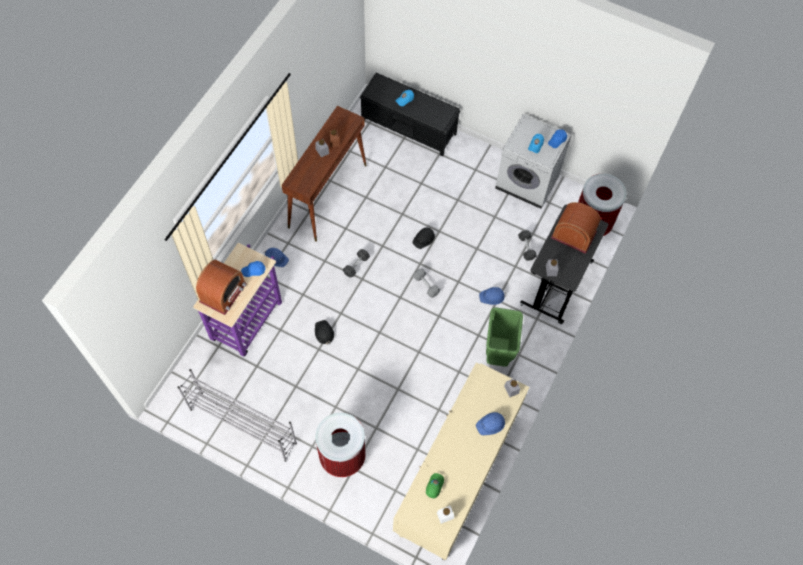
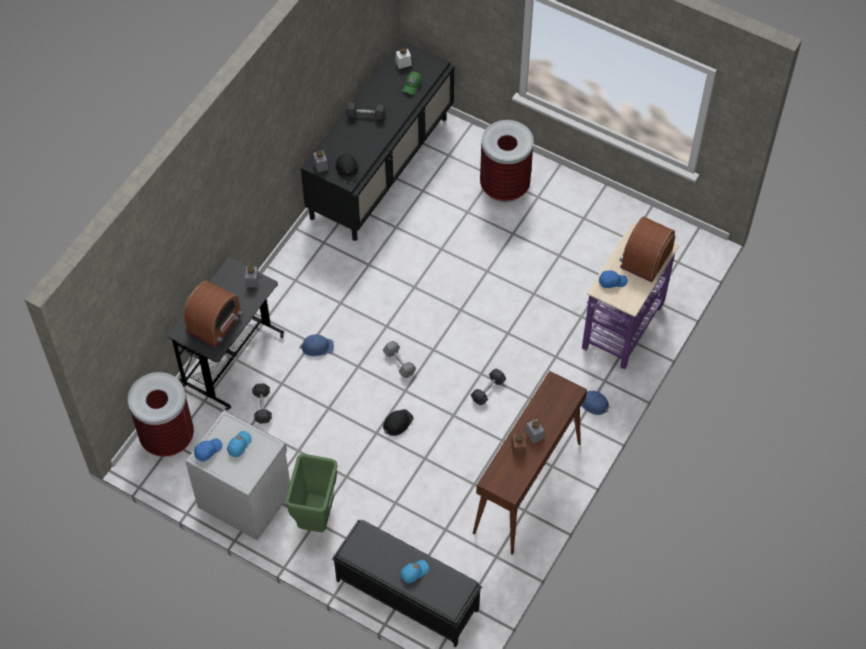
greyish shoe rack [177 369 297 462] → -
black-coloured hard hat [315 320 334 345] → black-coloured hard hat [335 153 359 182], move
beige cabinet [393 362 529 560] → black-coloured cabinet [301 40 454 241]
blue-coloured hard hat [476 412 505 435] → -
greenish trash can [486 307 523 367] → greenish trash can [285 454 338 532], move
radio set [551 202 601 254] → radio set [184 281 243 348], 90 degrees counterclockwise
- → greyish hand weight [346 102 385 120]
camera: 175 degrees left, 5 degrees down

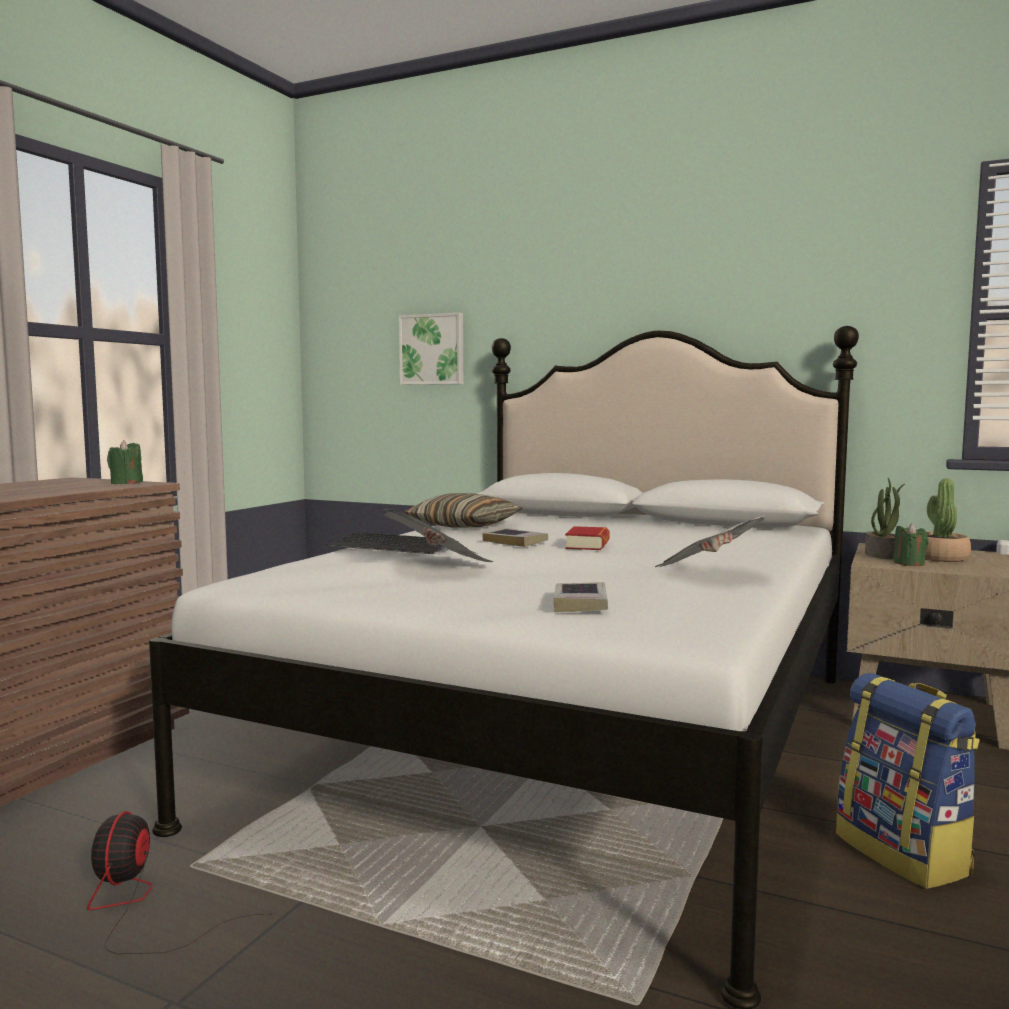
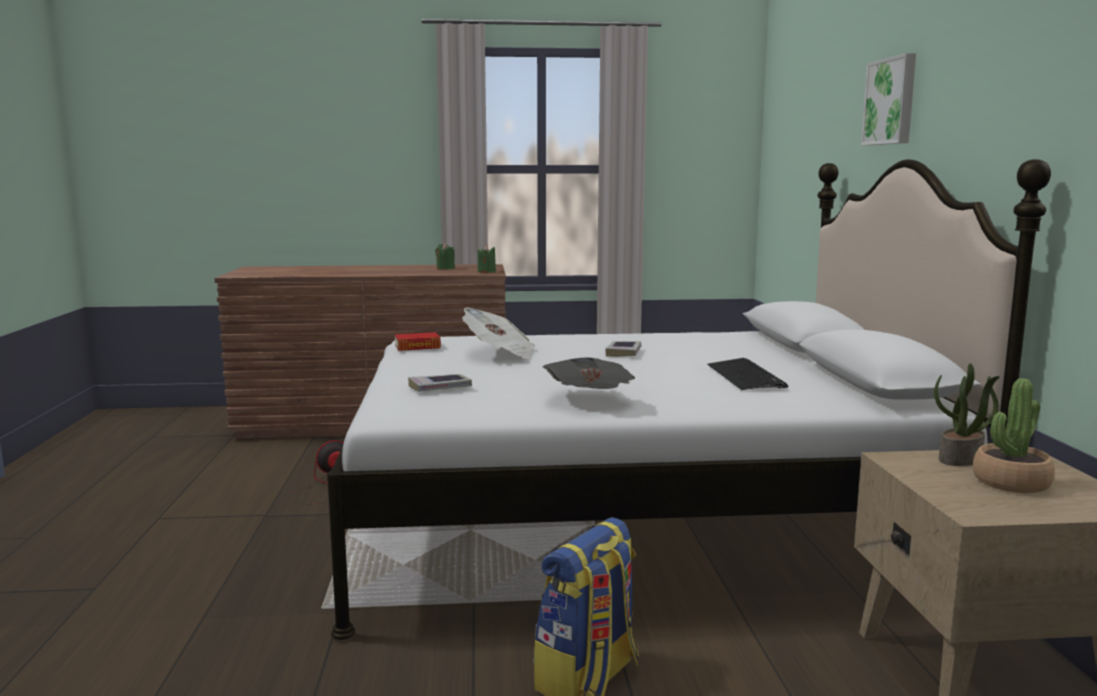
keyboard [327 532 457 554] → keyboard [708 358 788 390], move
wall art [399 313 463 385] → wall art [861 53 916 145], move
throw pillow [405 493 523 528] → -
book [565 526 610 550] → book [395 332 441 351], move
greenish wax candle [893 523 929 566] → greenish wax candle [435 243 455 270], move
camera: 60 degrees right, 5 degrees up

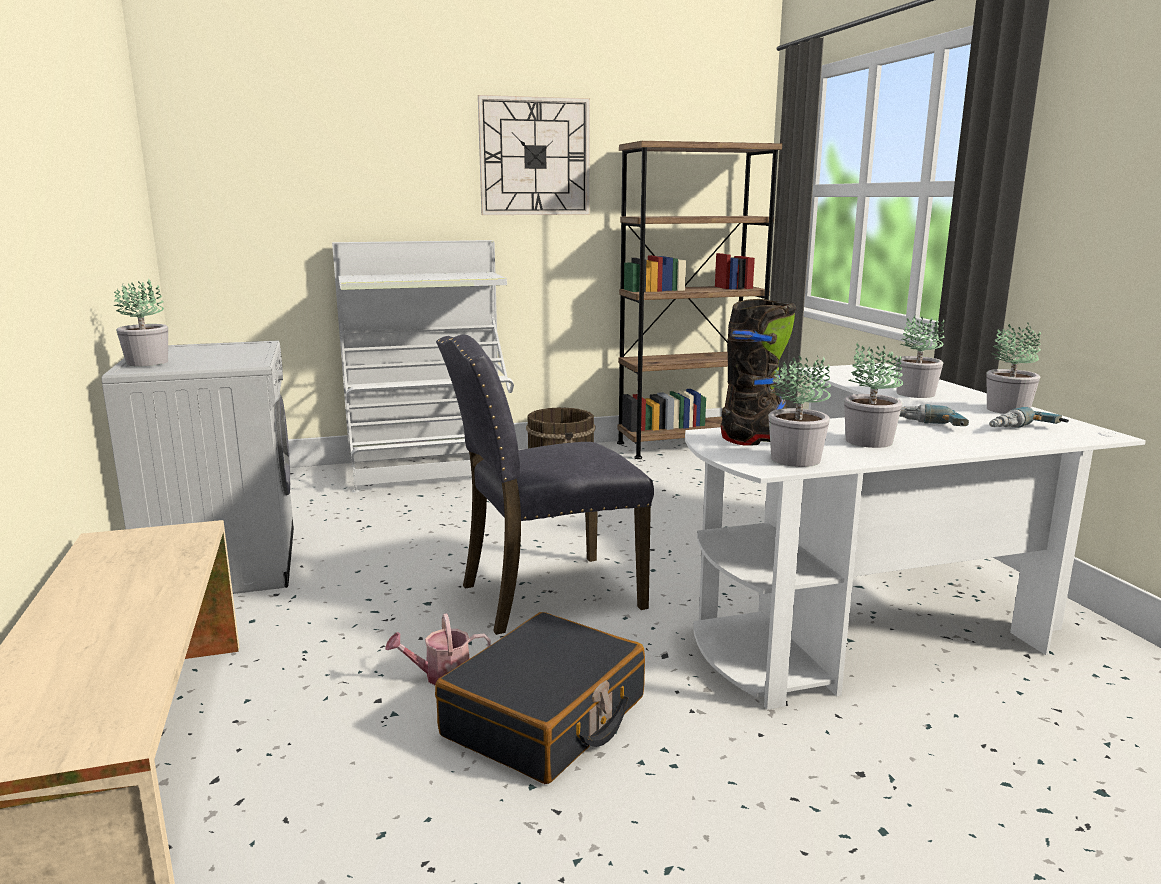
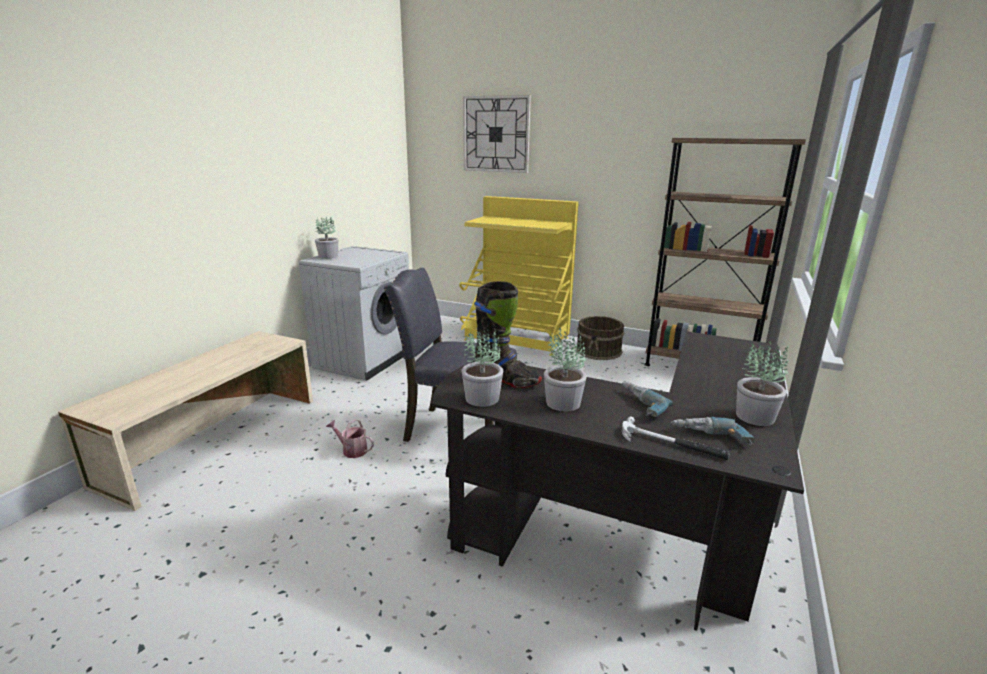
white shoe rack [332 240 514 493] → yellow shoe rack [459 196 579 355]
black-coloured travel case [435 612 645 784] → -
wall clock [478 95 590 215] → wall clock [463 95 531 173], move
white desk unit [685 363 1146 710] → black-coloured desk unit [431 331 804 631]
houseplant [896 315 945 398] → -
- → hammer [622 417 730 460]
camera: 40 degrees right, 5 degrees up

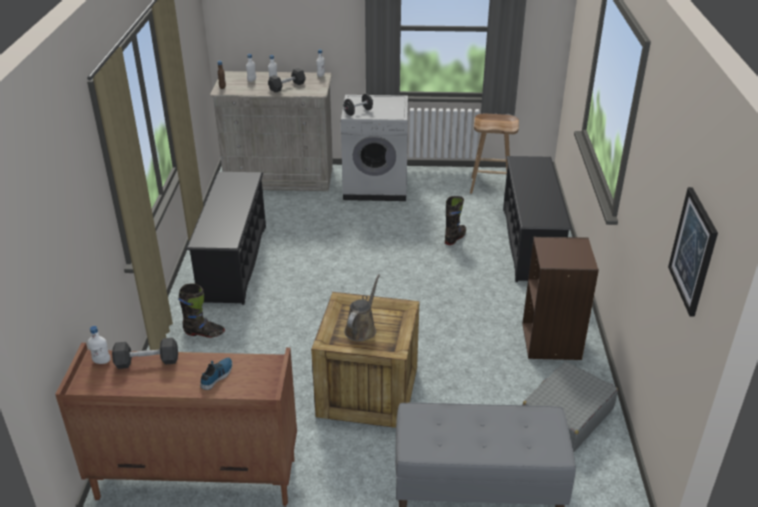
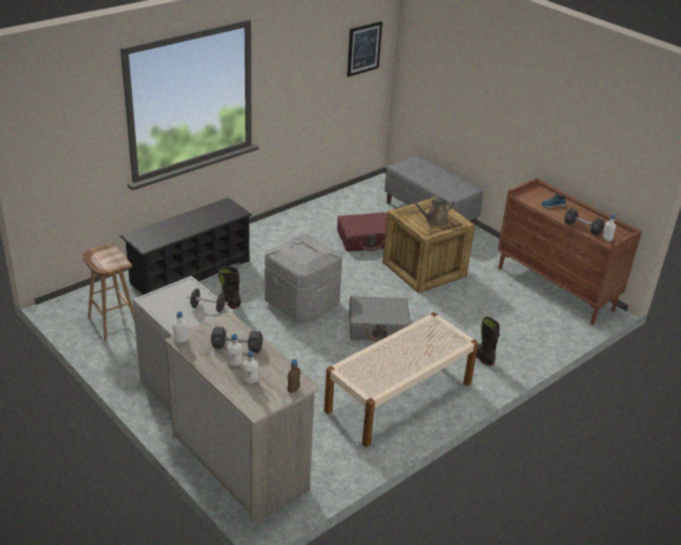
black-coloured shoe rack [186 172 266 305] → beige bench [324 312 479 447]
brown-coloured bookshelf [522 237 599 360] → -
greyish travel case [522 362 618 452] → greyish travel case [349 296 411 342], move
- → greyish storage container [264 233 342 322]
- → red-coloured travel case [337 212 387 251]
camera: 135 degrees left, 0 degrees up

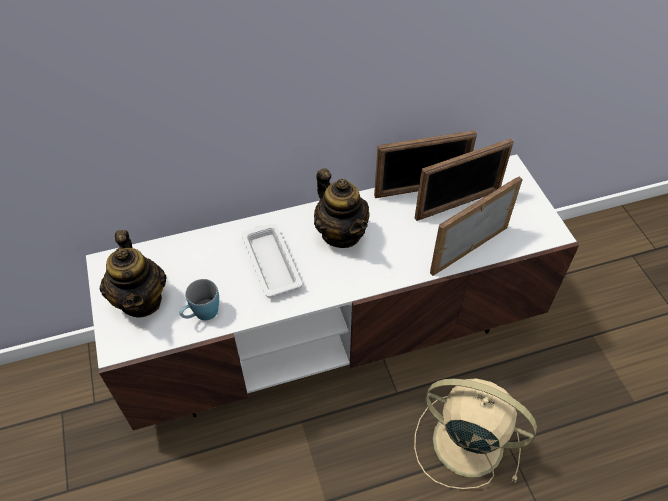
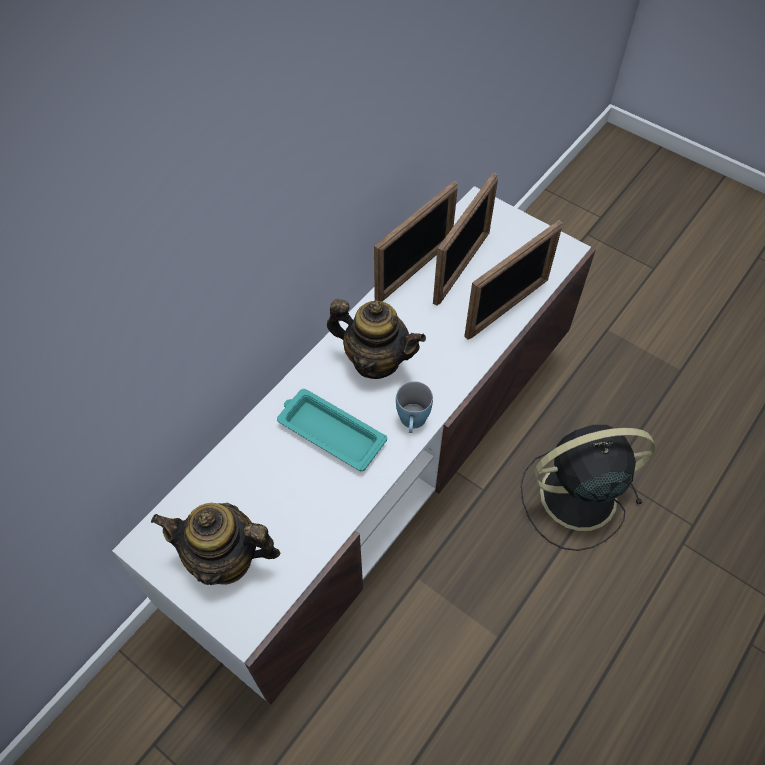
tea pot [100 230 167 318] → tea pot [151 503 280 585], 150 degrees clockwise
blue-coloured tea mug [179 279 219 320] → blue-coloured tea mug [396 381 433 433], move
white tray [242 223 303 298] → turquoise-coloured tray [277 389 387 471]
beige electric fan [414 378 537 489] → black-coloured electric fan [521 425 656 551]
picture frame [430 177 523 276] → picture frame [464 220 562 340], 150 degrees counterclockwise
camera: 35 degrees left, 5 degrees up

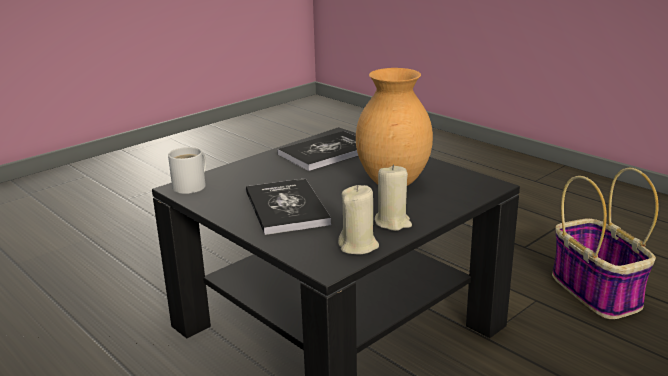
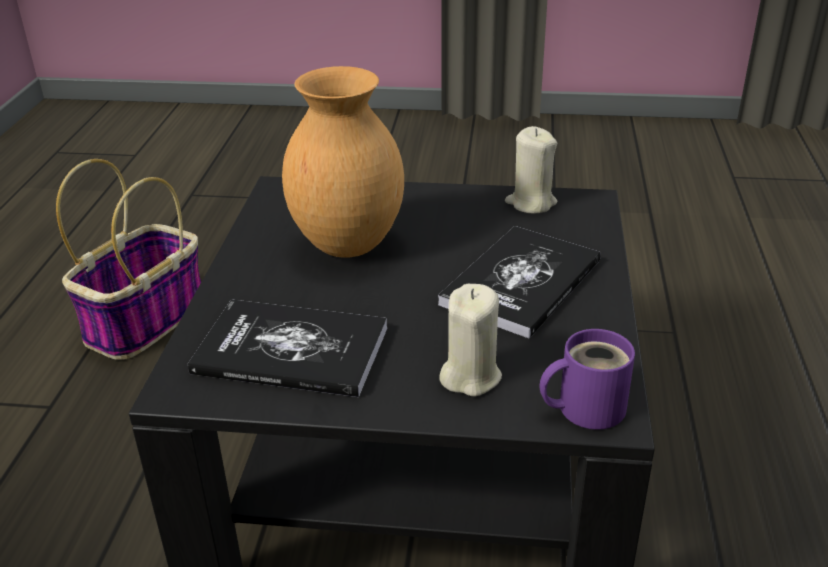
white tea mug [168 147 206 194] → purple tea mug [540 329 635 430]
beige wax candle [375 164 412 231] → beige wax candle [439 284 502 396], move
camera: 130 degrees left, 10 degrees up

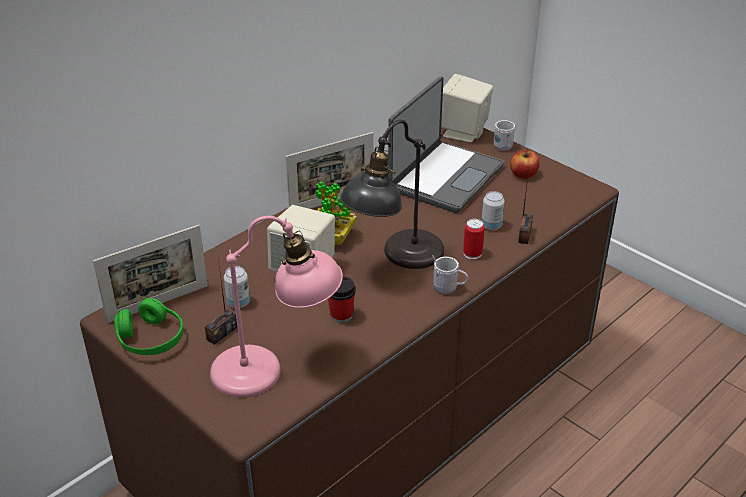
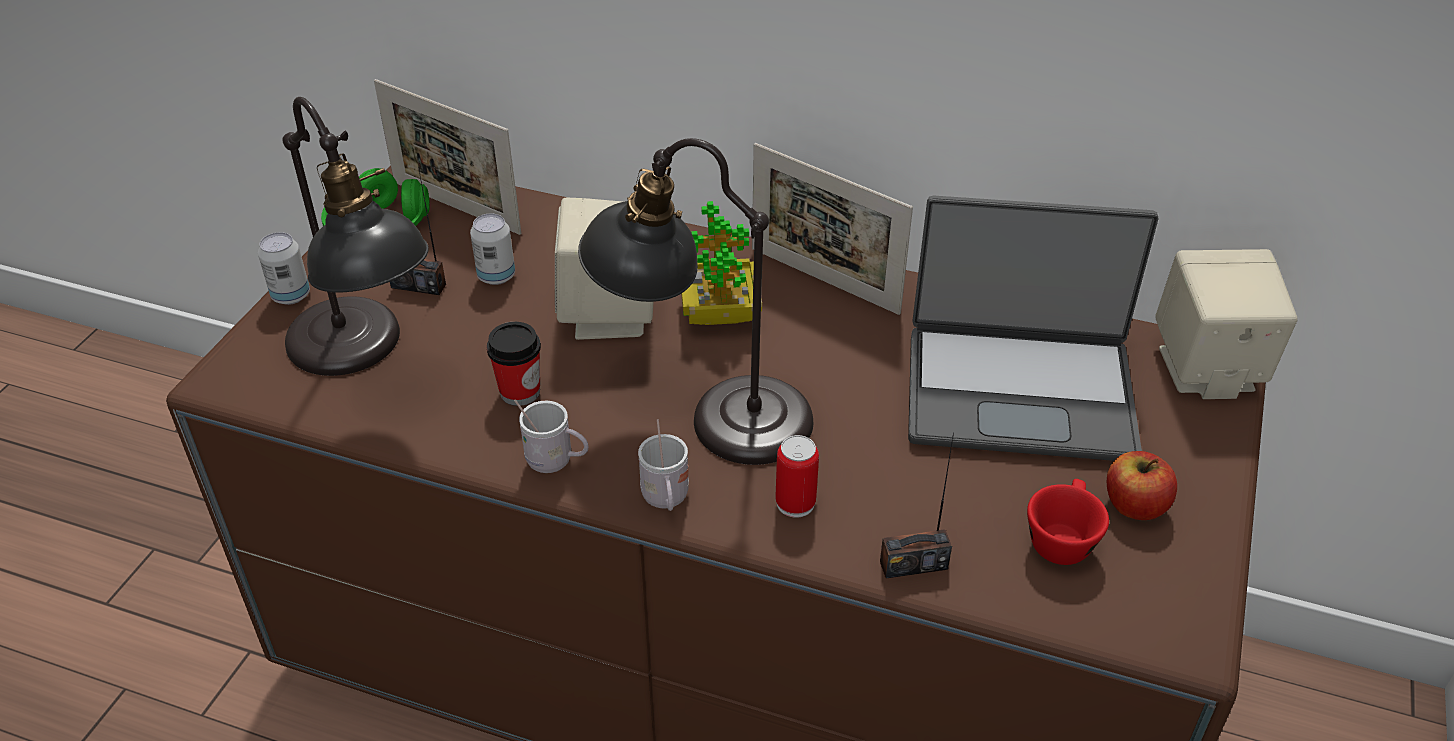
pink-coloured table lamp [210 216 343 398] → greyish table lamp [282 97 429 376]
can [481 191 505 230] → can [258 232 310 305], move
white tea mug [494 120 515 151] → white tea mug [514 399 588 473], move
- → red-coloured cup [1027 479 1109 565]
camera: 65 degrees right, 5 degrees up

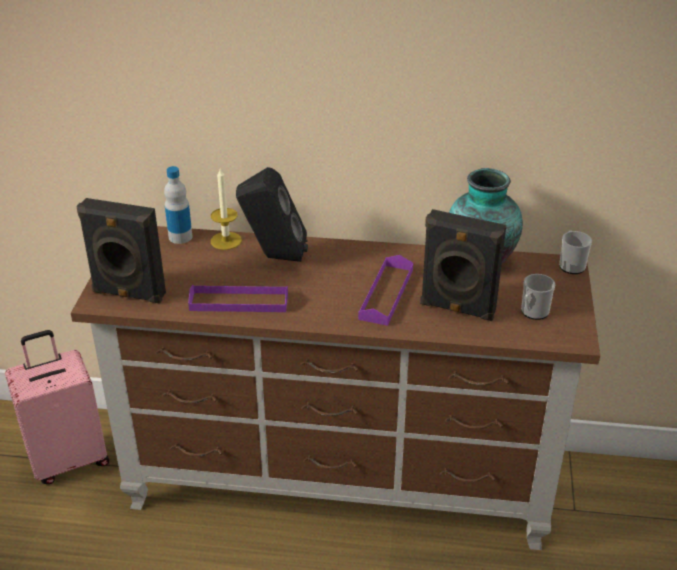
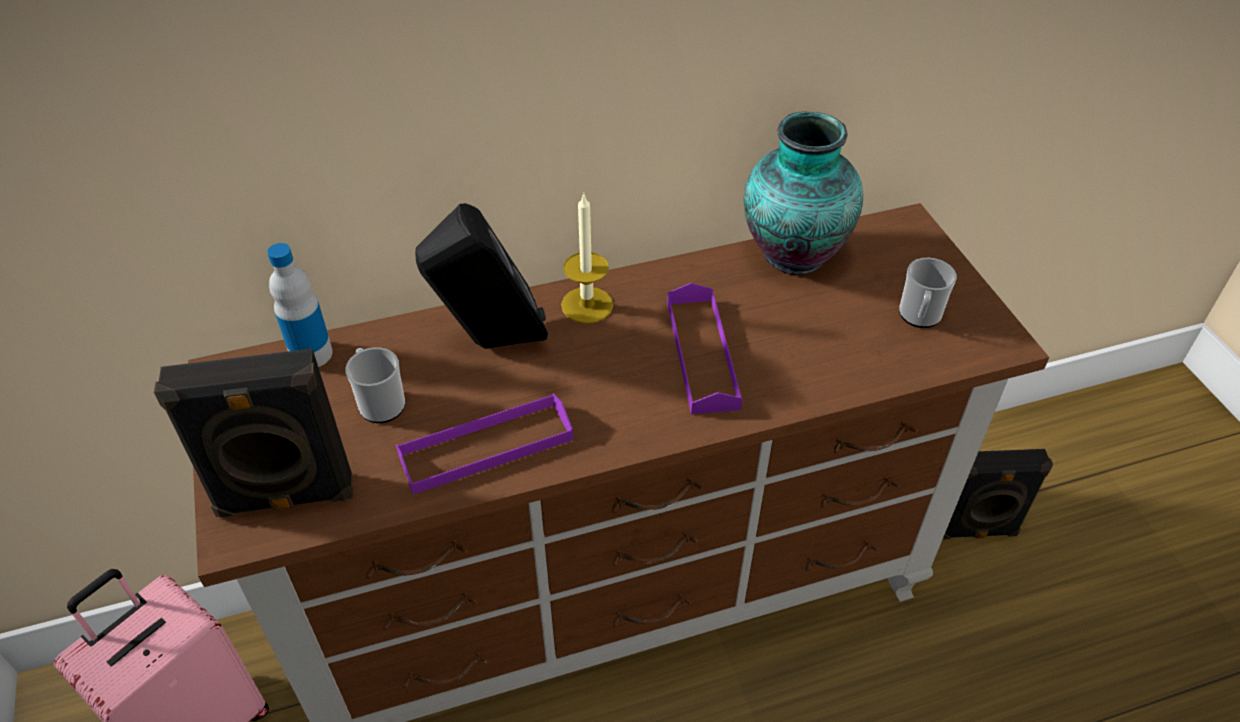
wax candle [211 169 242 250] → wax candle [561 193 613 323], move
black-coloured speaker [420 209 506 321] → black-coloured speaker [943 449 1053 539], move
tea mug [559 231 592 274] → tea mug [345 347 405 423], move
camera: 25 degrees left, 10 degrees up

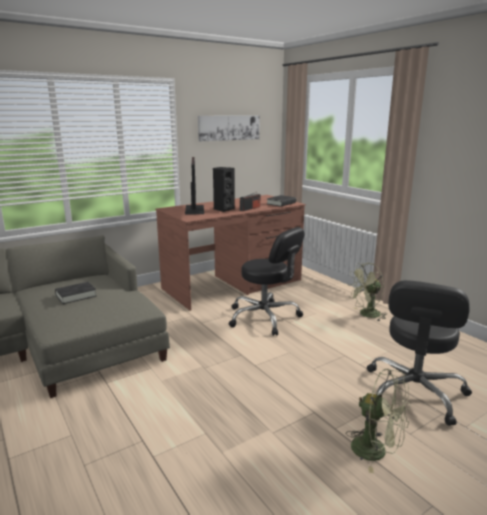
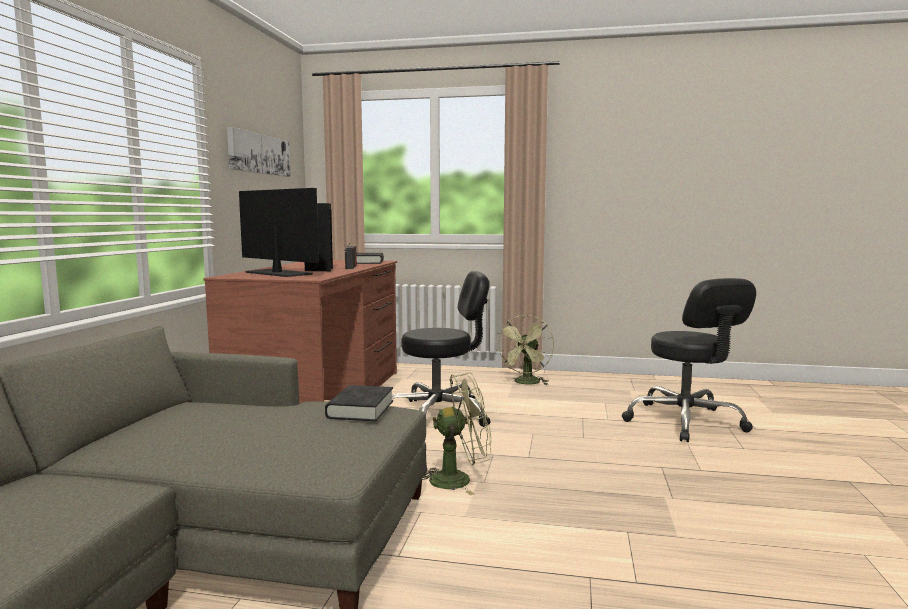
black-coloured book [55 282 97 304] → black-coloured book [325 385 393 421], move
greenish electric fan [345 369 410 473] → greenish electric fan [422 372 492 496], move
camera: 45 degrees left, 10 degrees down

